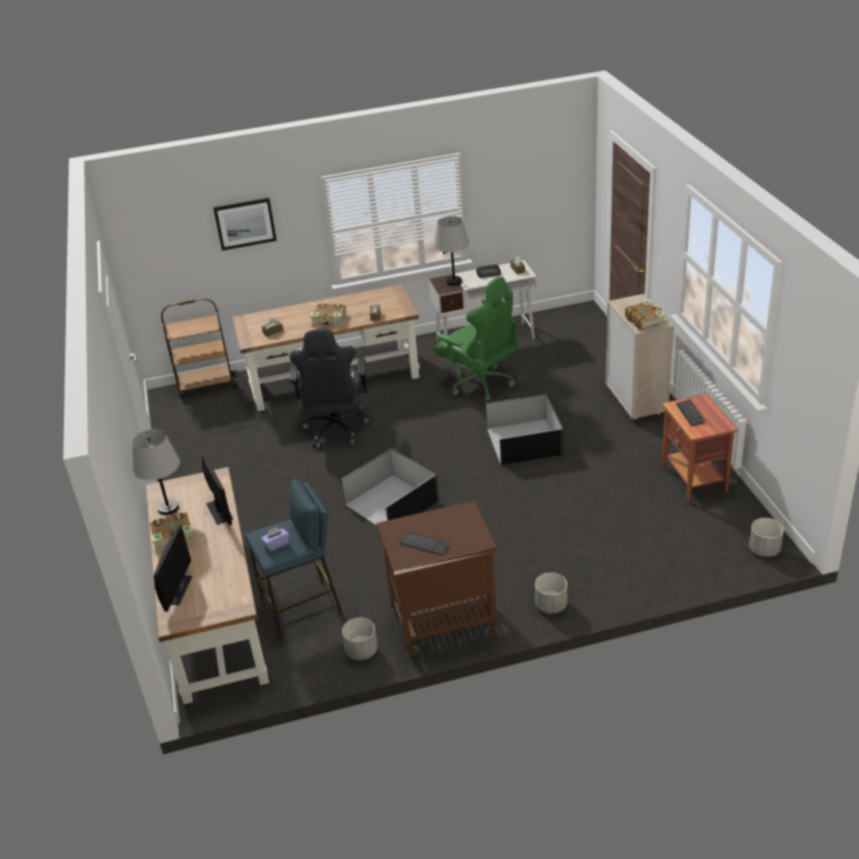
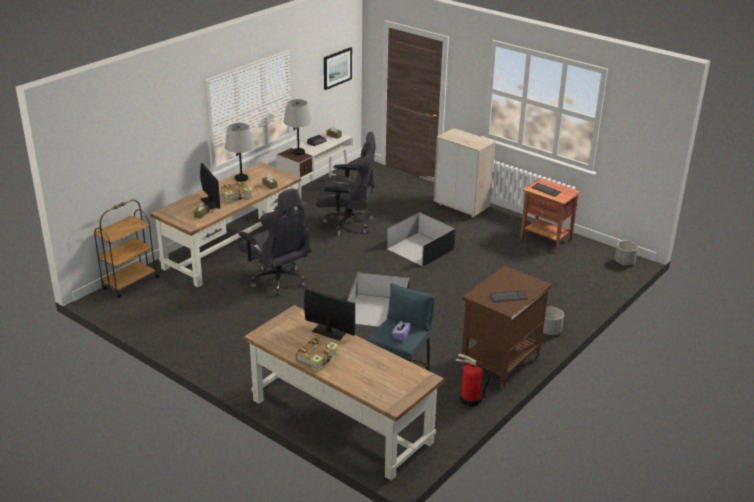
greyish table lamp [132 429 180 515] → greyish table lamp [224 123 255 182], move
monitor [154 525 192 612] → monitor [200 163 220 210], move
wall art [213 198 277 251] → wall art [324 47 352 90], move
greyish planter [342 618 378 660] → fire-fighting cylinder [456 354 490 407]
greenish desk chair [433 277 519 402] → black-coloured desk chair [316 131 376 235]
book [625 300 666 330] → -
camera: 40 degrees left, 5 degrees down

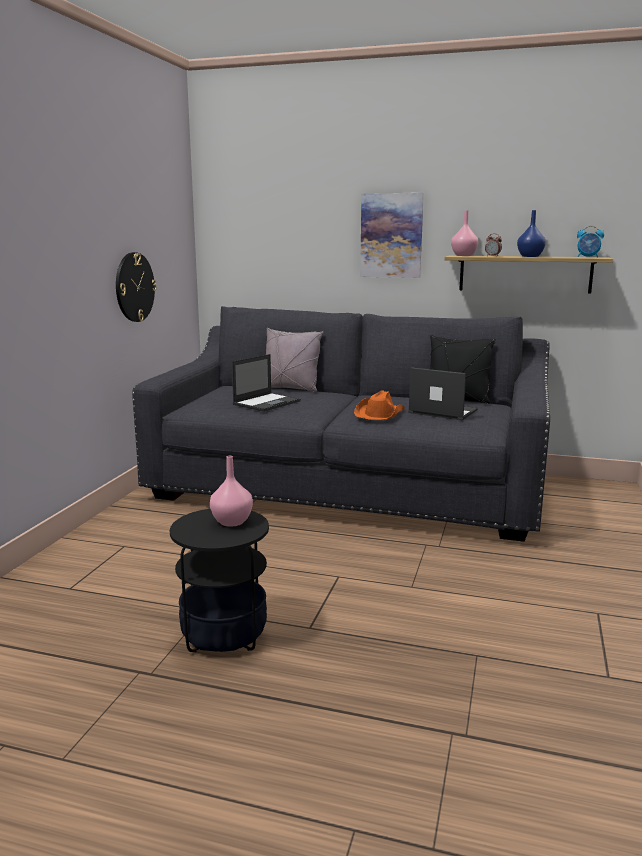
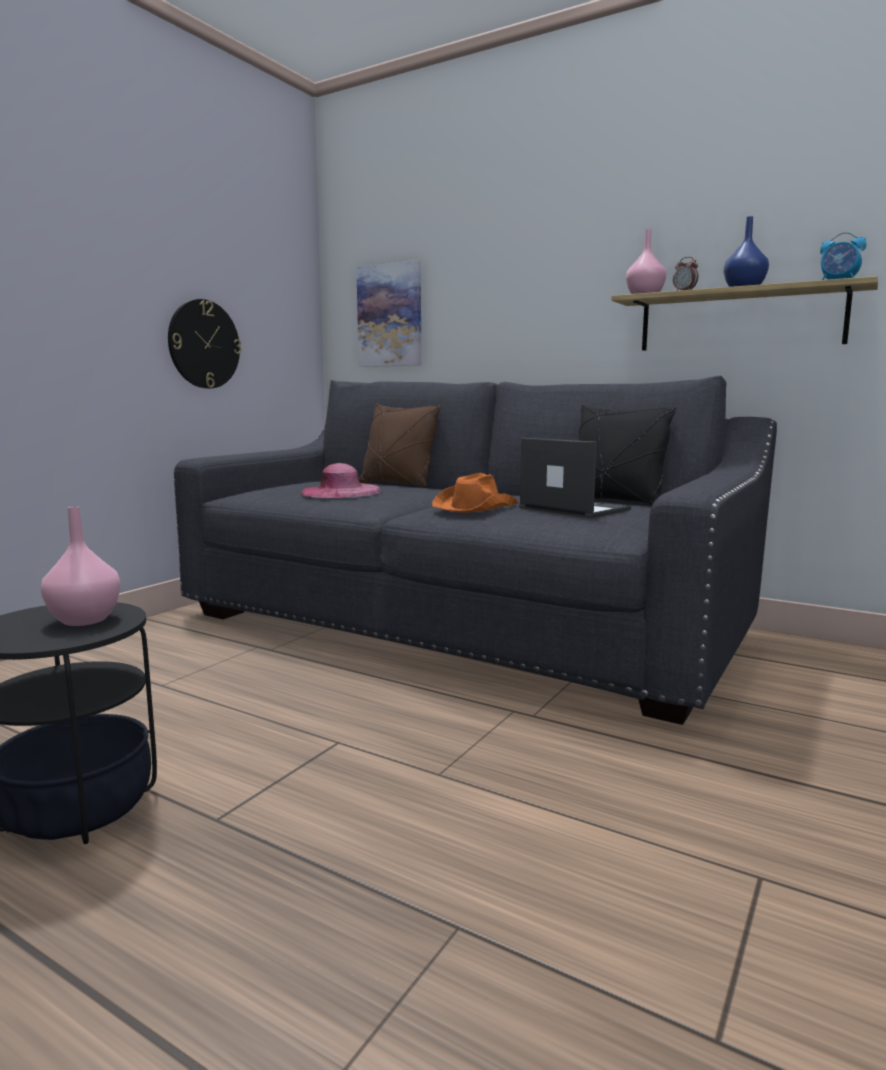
laptop [232 354 301 412] → pink-coloured clothing hat [300 463 381 498]
purple throw pillow [266 328 323 392] → brown-coloured throw pillow [359 403 441 487]
wall art [360 193 424 278] → wall art [356 260 421 367], move
camera: 15 degrees right, 5 degrees down

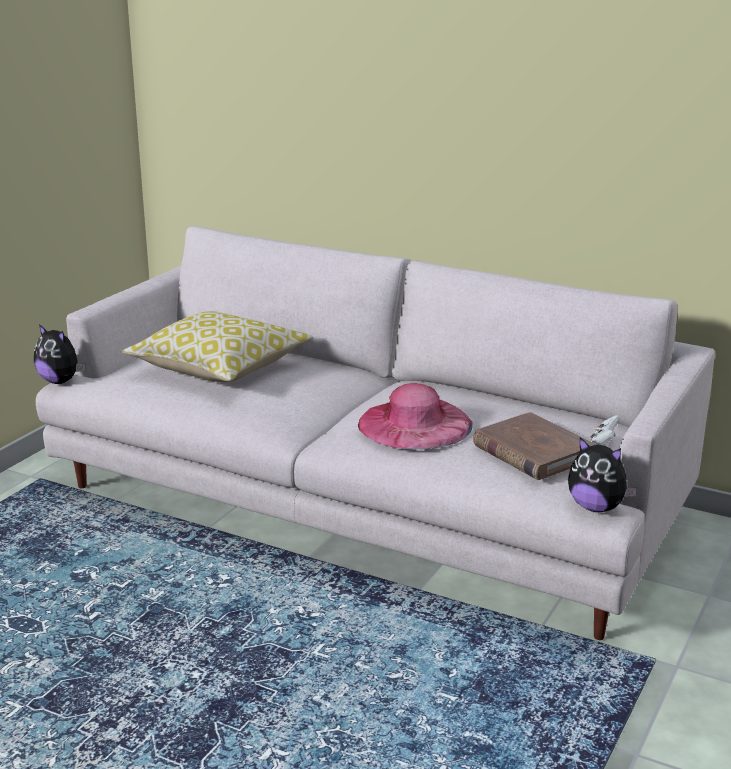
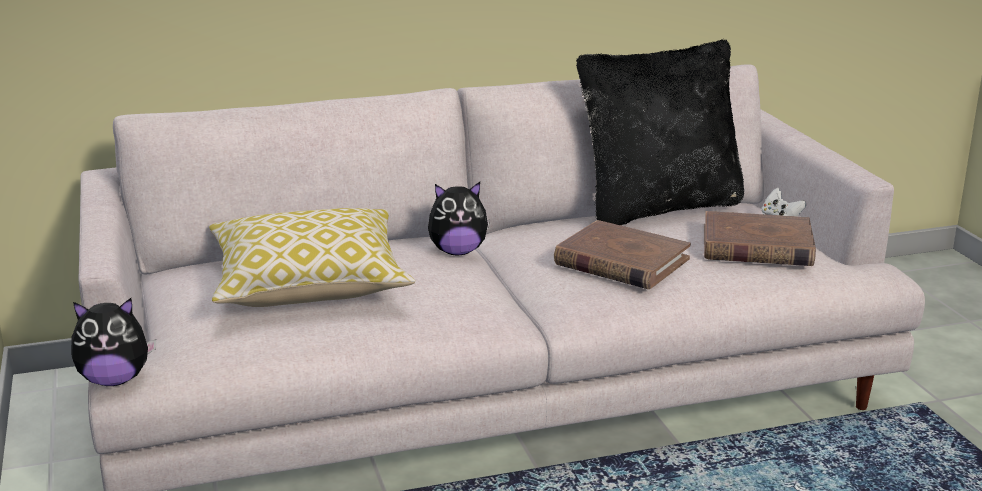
pink-coloured clothing hat [358 383 473 450] → brown-coloured book [554 220 691 289]
plush toy [568 437 637 512] → plush toy [428 182 490 255], move
- → black-coloured throw pillow [576 40 744 225]
camera: 45 degrees left, 0 degrees up

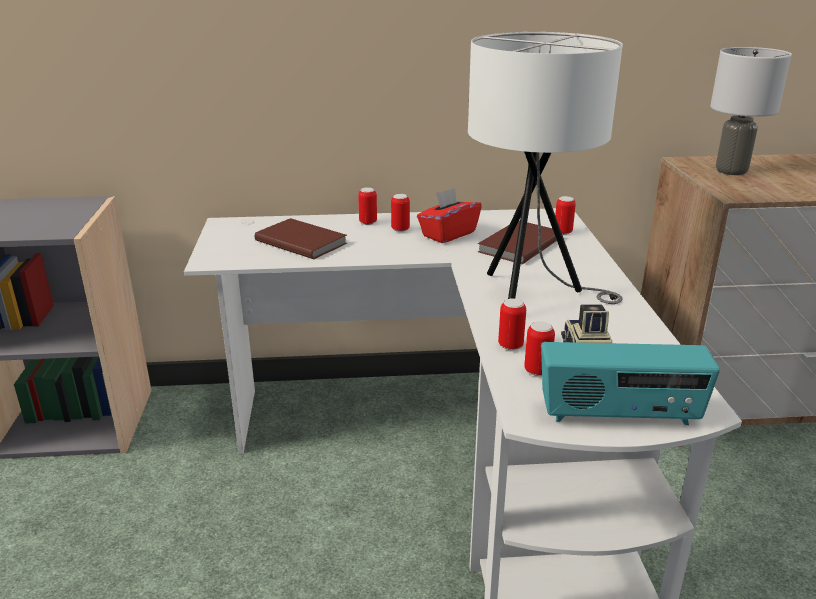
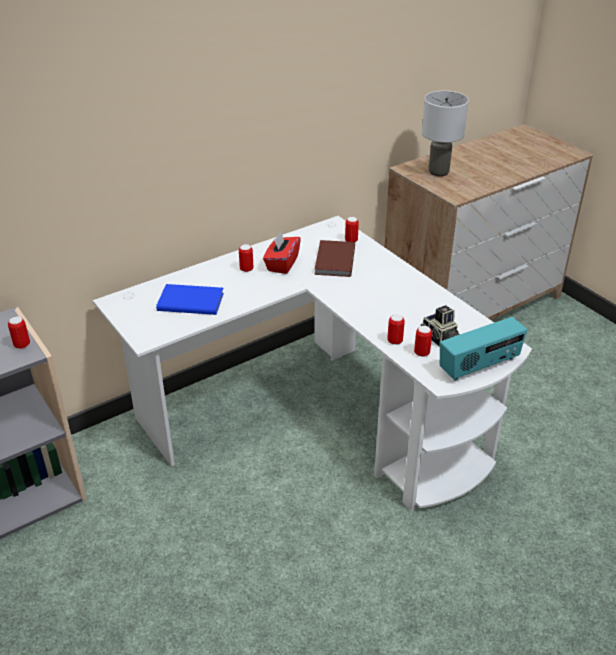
brown-coloured book [255 218 347 259] → blue-coloured book [156 284 224 315]
can [358 187 377 225] → can [8 317 30 349], move
white table lamp [468 32 623 304] → -
camera: 30 degrees left, 10 degrees up

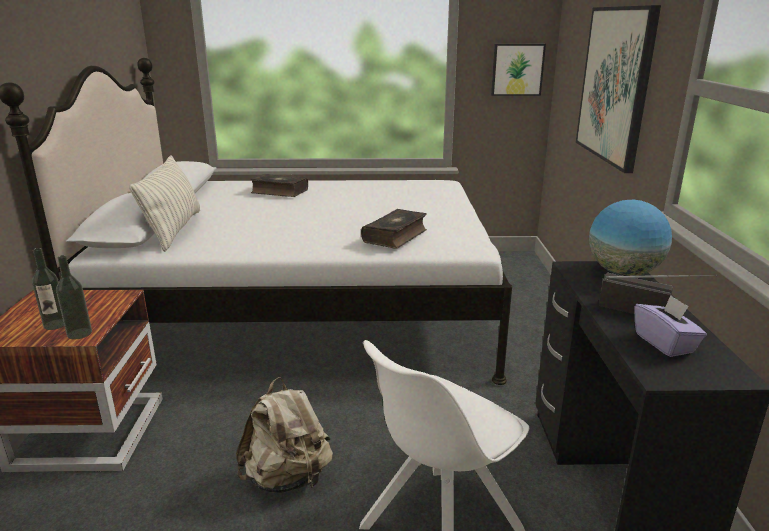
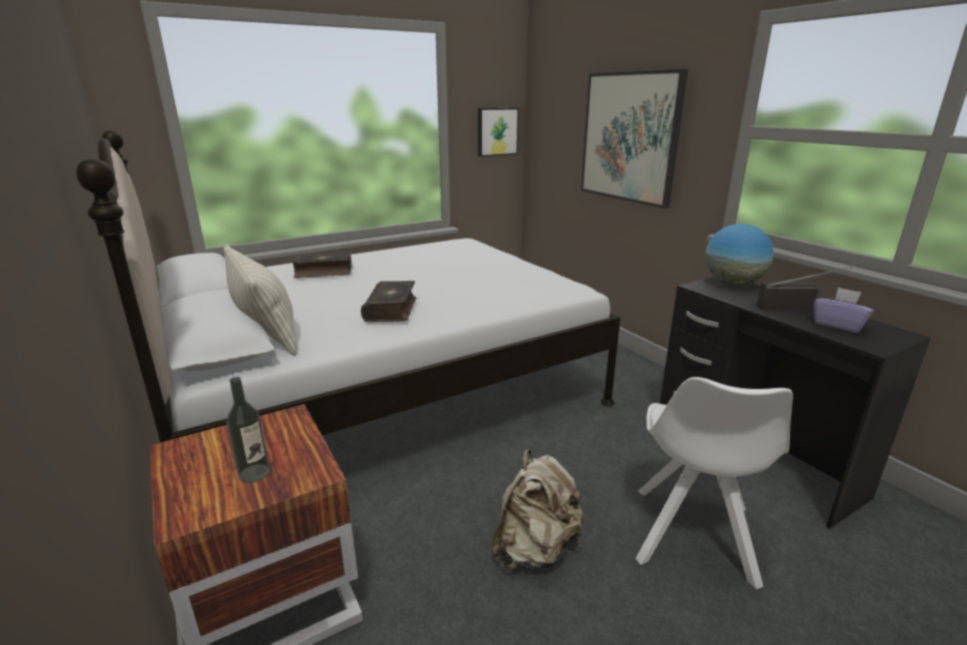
beverage bottle [56 255 92 339] → -
book [361 209 427 249] → book [361 281 416 322], move
camera: 30 degrees left, 0 degrees up

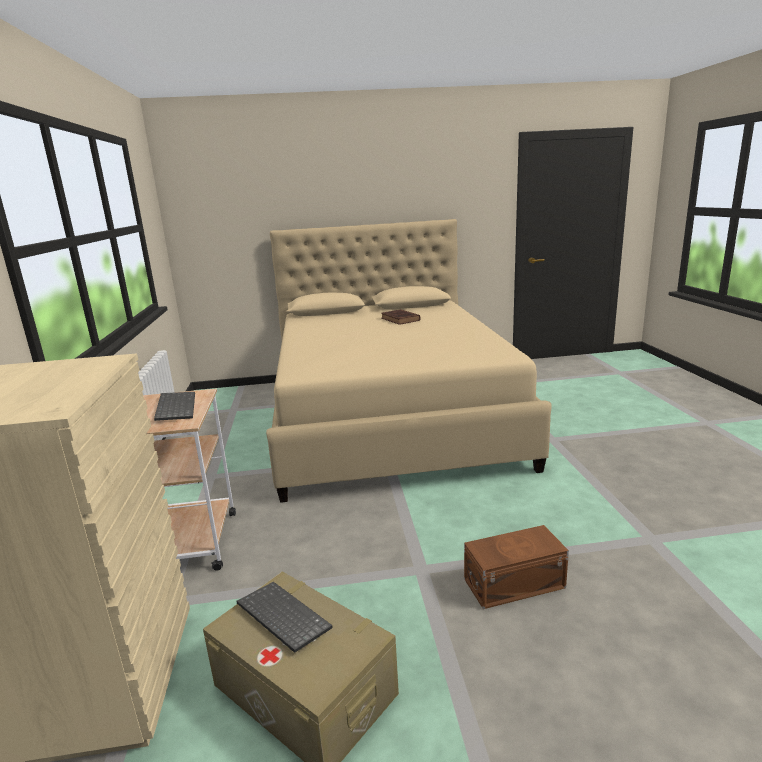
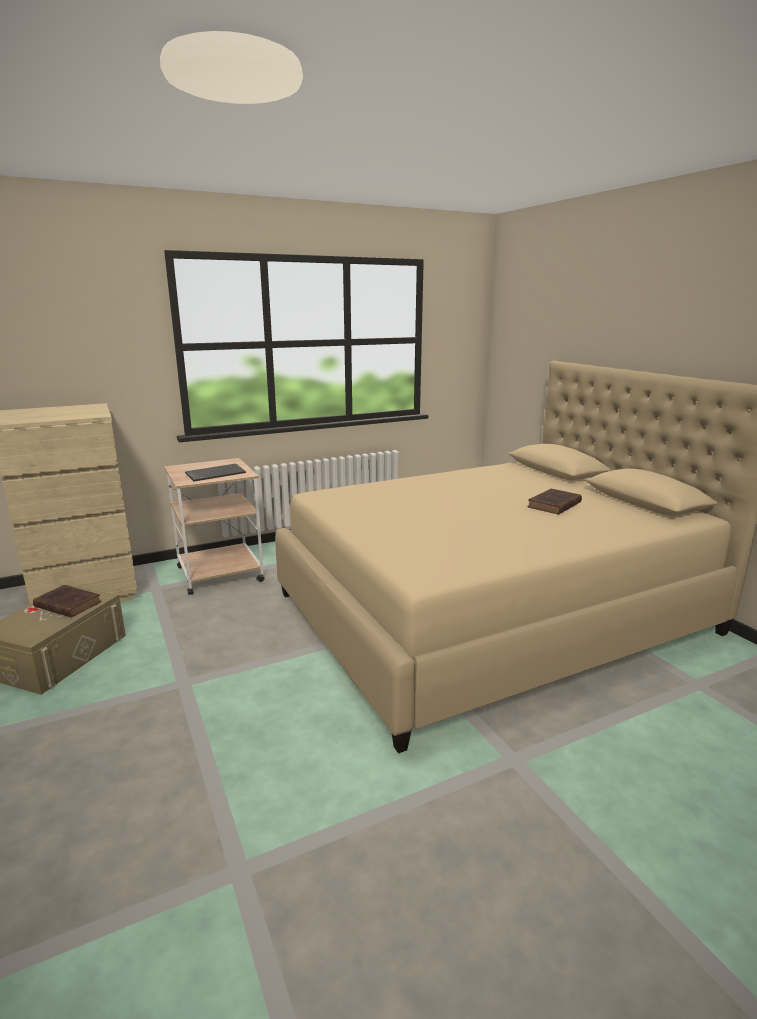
keyboard [237 582 332 653] → brown-coloured book [33 585 101 618]
brown-coloured storage container [464 525 569 609] → -
camera: 70 degrees right, 0 degrees up

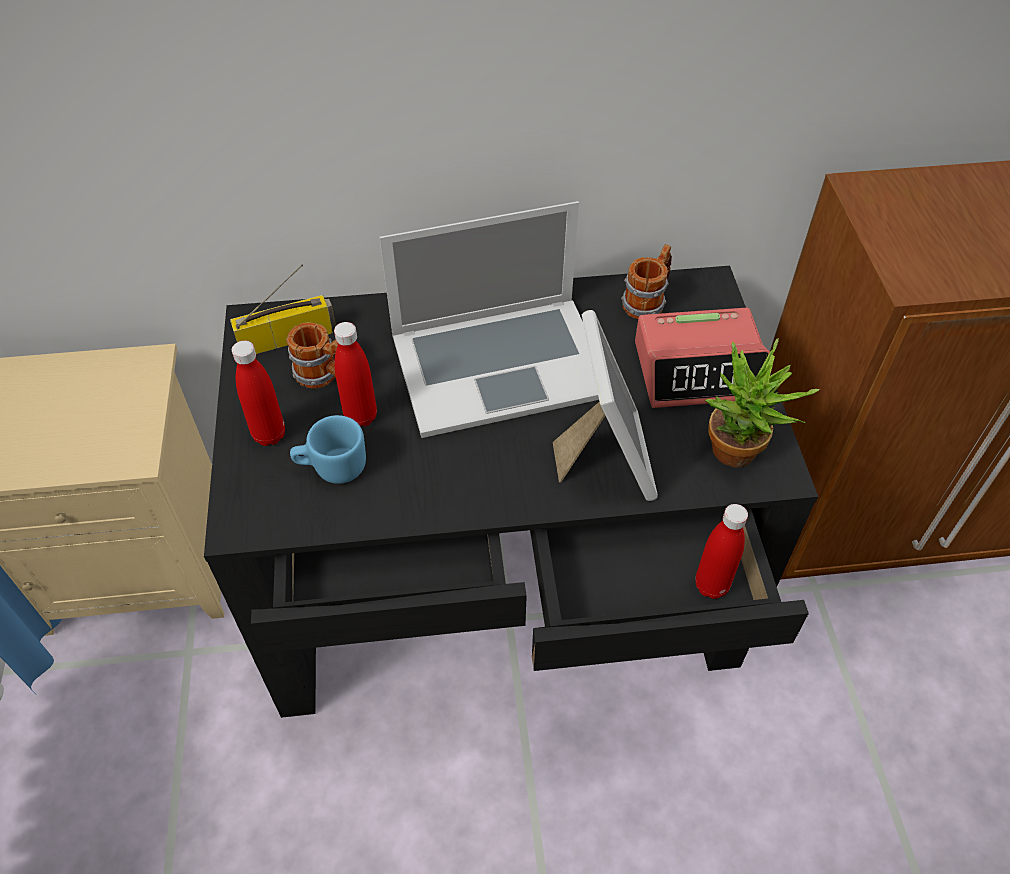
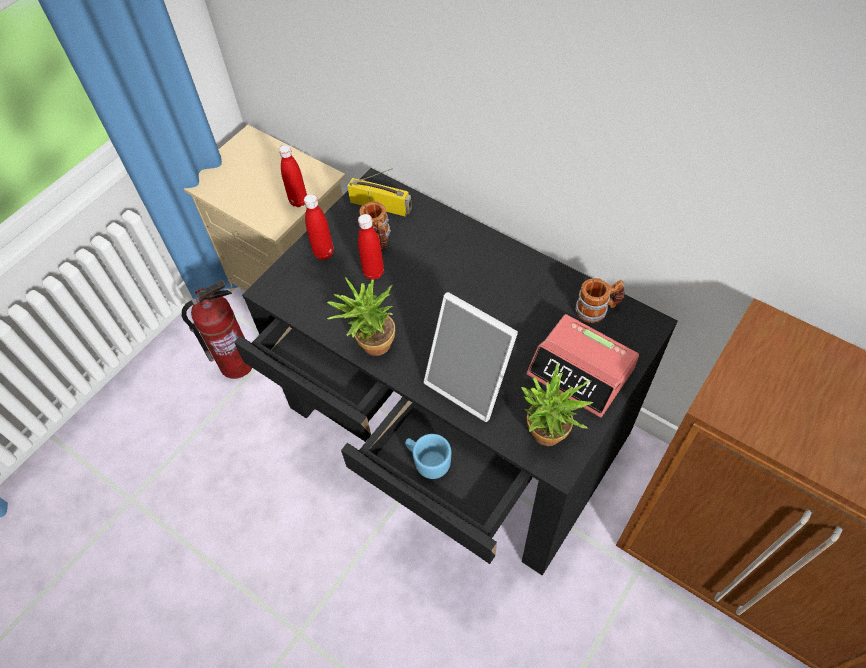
blue-coloured tea mug [290 415 366 484] → blue-coloured tea mug [405 434 451 479], move
laptop [379 201 599 438] → -
picture frame [553 310 658 501] → picture frame [423 292 518 422], 90 degrees clockwise
red-coloured beverage bottle [695 504 748 599] → red-coloured beverage bottle [279 145 307 207], move
- → fire-fighting cylinder [182 280 252 379]
- → houseplant [327 277 395 356]
camera: 45 degrees right, 5 degrees up

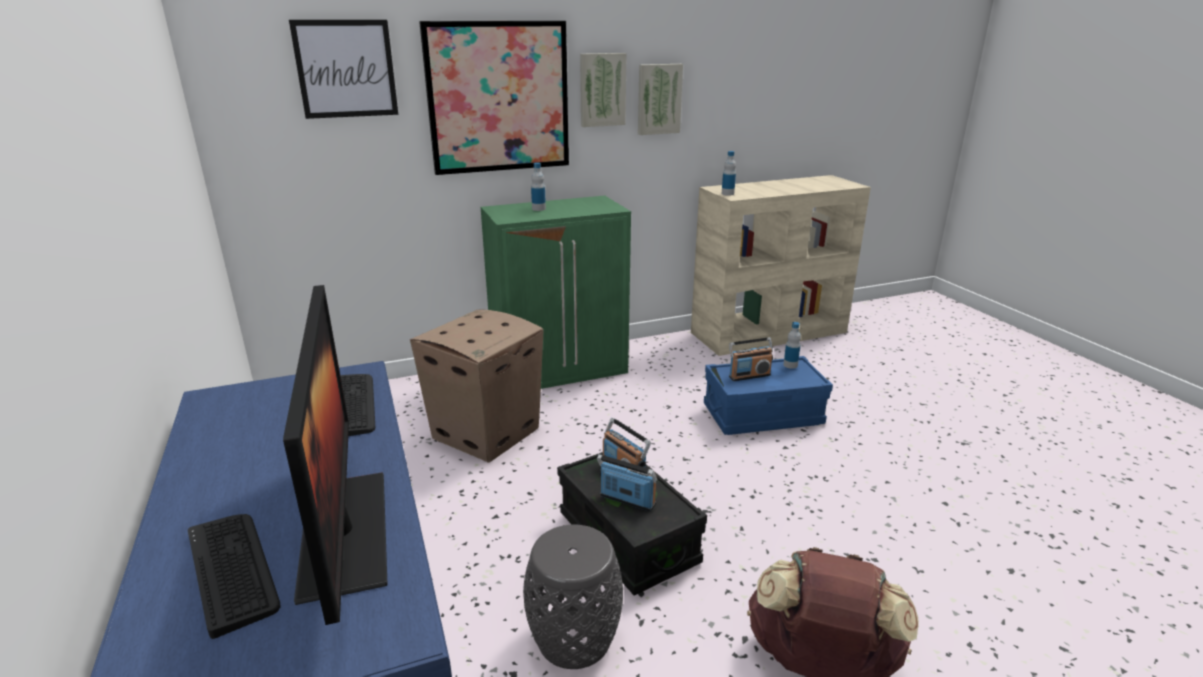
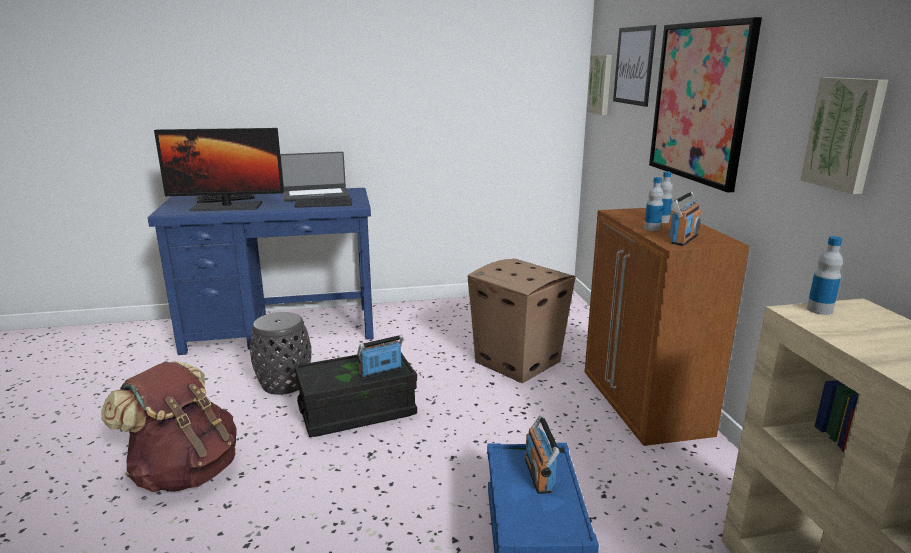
greenish cabinet [481 196 631 389] → brown-coloured cabinet [585 208 750 446]
wall art [580 53 627 127] → wall art [587 55 612 115], move
radio set [597 454 657 512] → radio set [670 192 701 246], move
beverage bottle [783 322 801 369] → beverage bottle [644 177 664 231], move
- → laptop [280 152 350 202]
camera: 100 degrees right, 5 degrees down

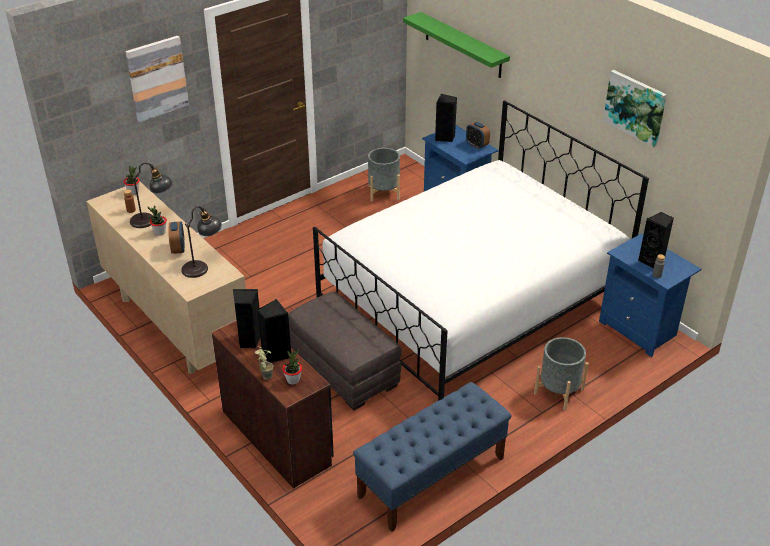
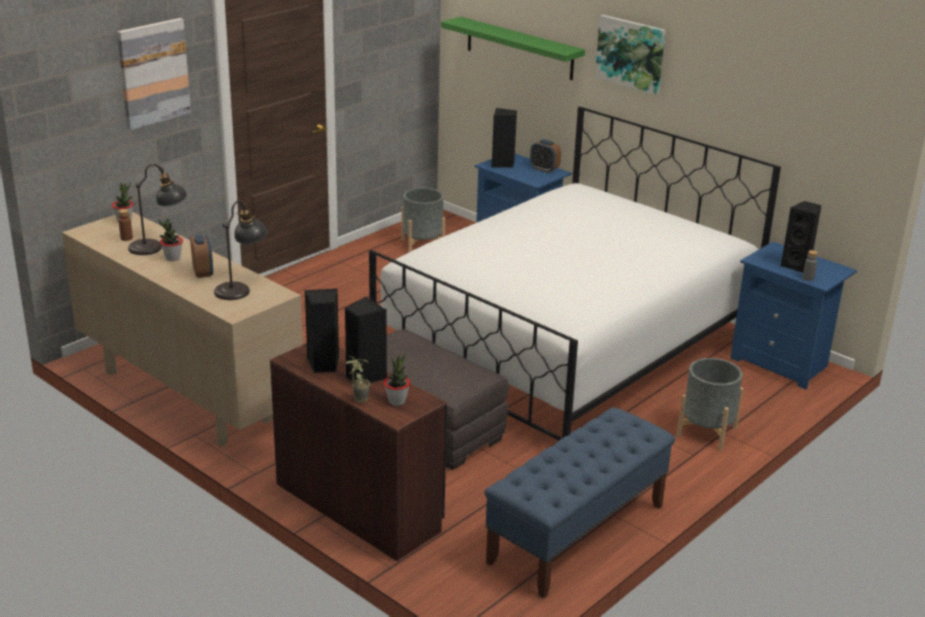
wall art [603 70 667 147] → wall art [595 15 665 95], move
camera: 10 degrees left, 10 degrees down

